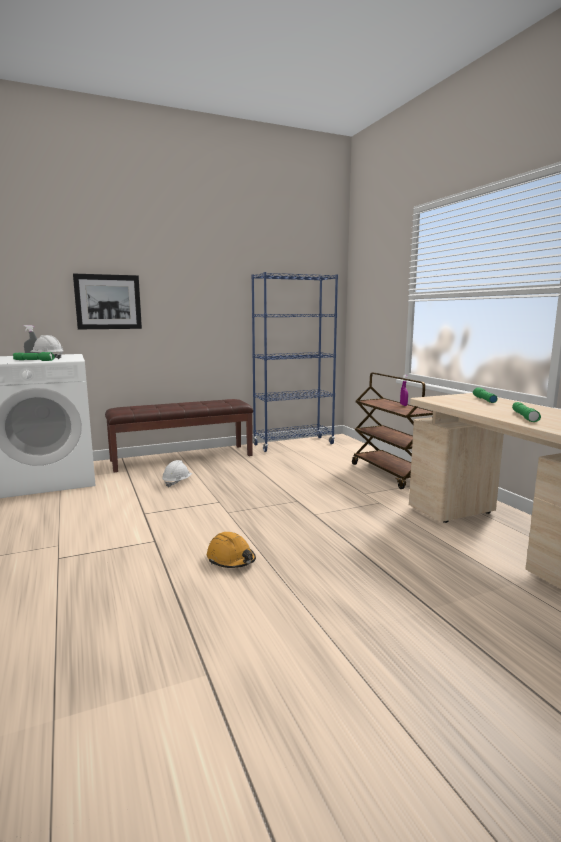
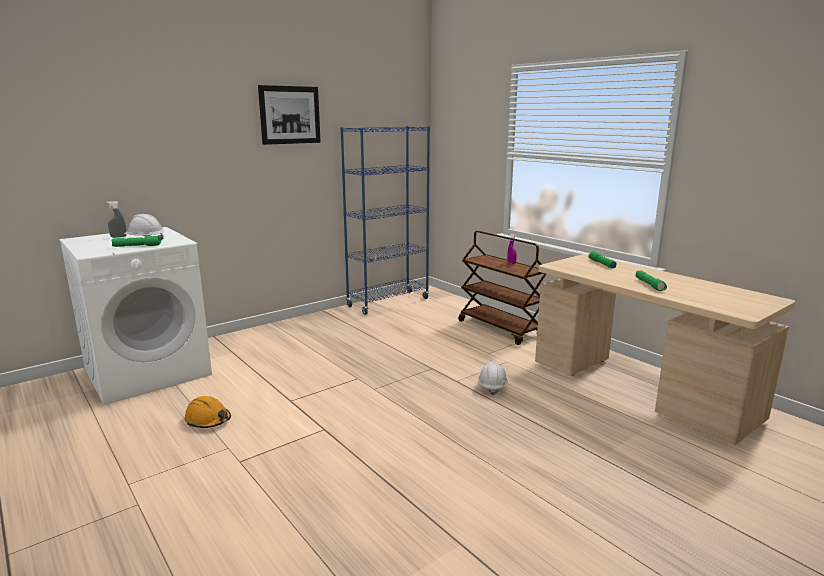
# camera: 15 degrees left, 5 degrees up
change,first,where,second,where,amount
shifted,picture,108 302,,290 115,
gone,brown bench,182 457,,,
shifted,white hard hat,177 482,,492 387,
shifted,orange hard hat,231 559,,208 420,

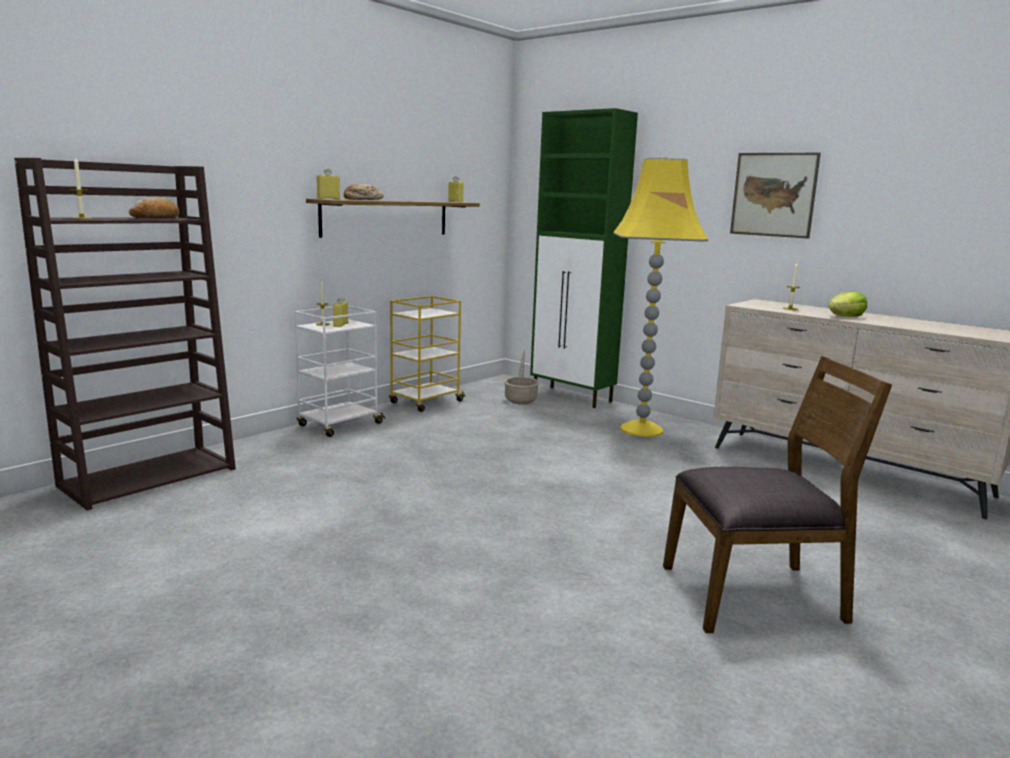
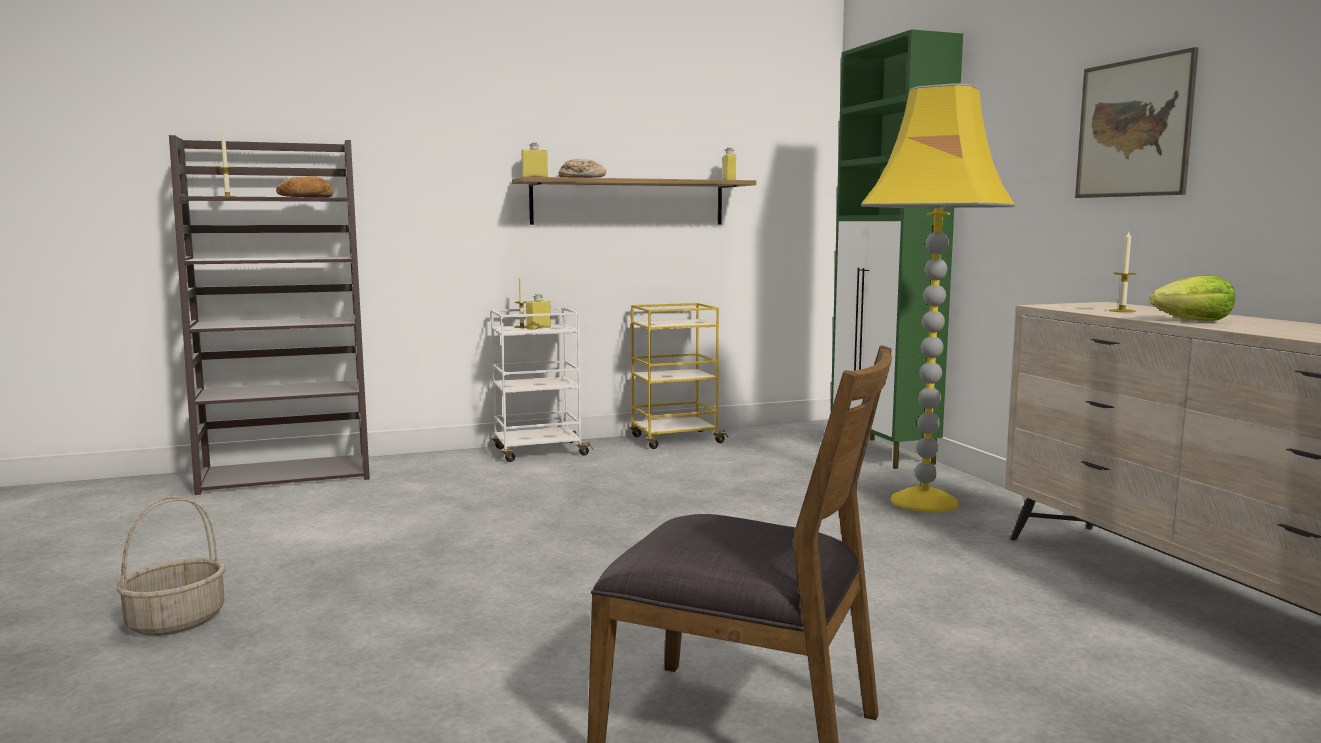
# camera: 30 degrees right, 5 degrees down
change,first,where,second,where,amount
shifted,basket,520 400,,177 621,

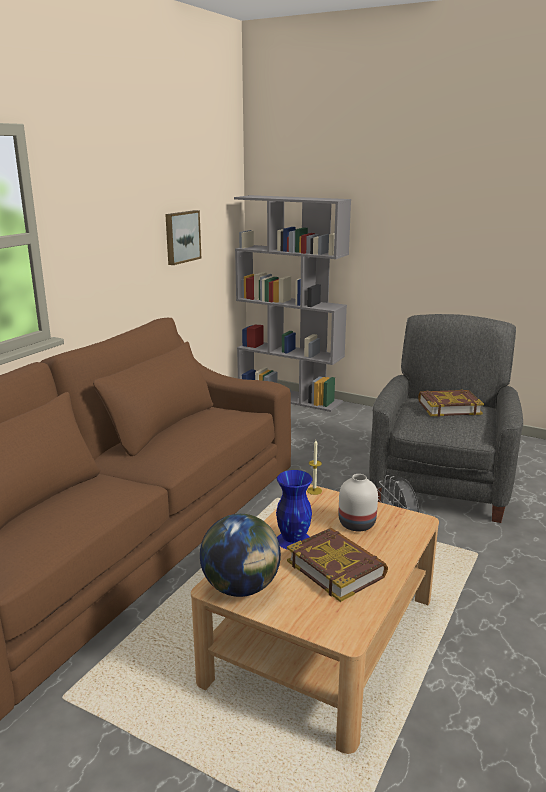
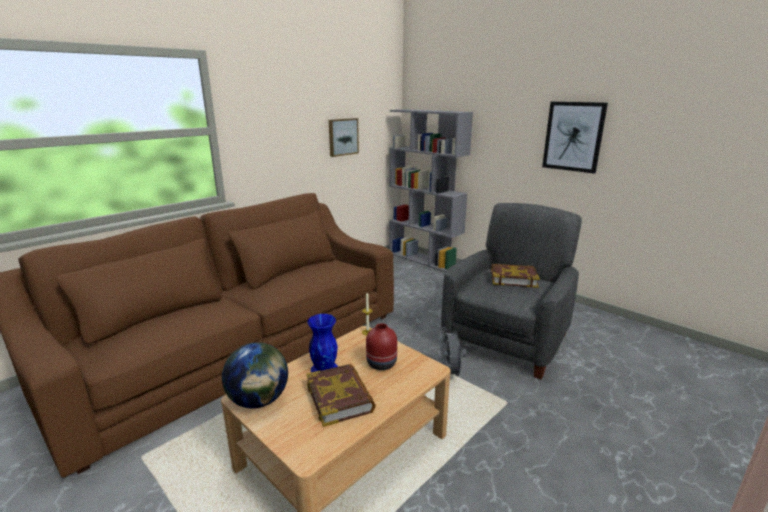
# camera: 15 degrees right, 0 degrees up
change,first,where,second,where,amount
repainted,white vase,357 524,red vase,381 364,
new,,,picture,573 136,

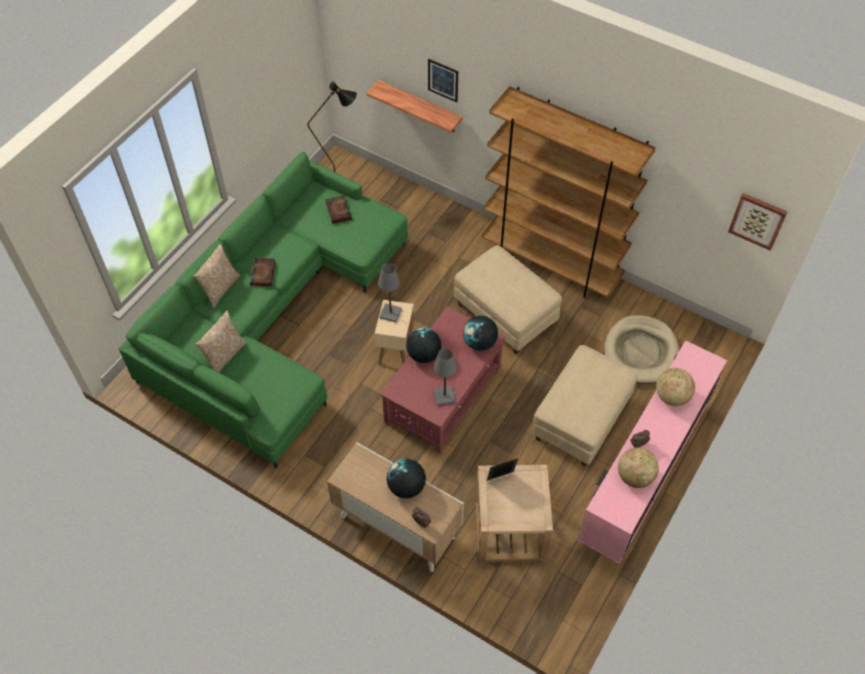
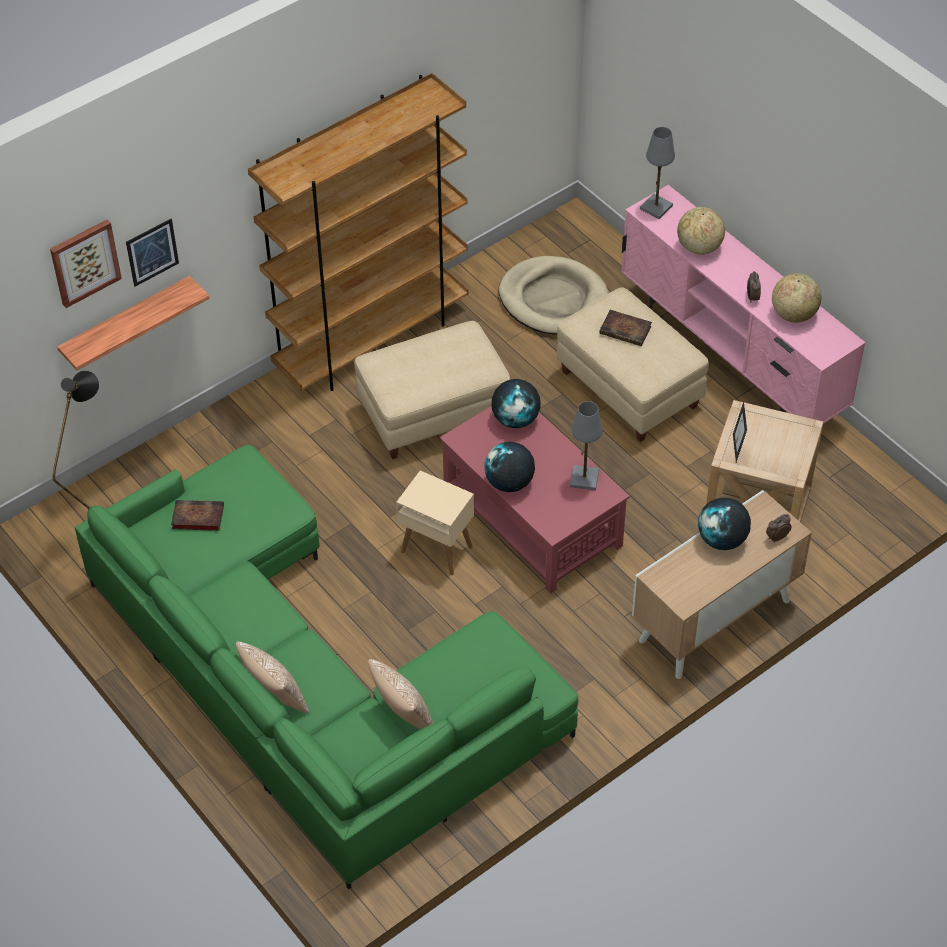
# camera: 70 degrees left, 5 degrees down
change,first,where,second,where,amount
shifted,picture,757 220,,84 262,
shifted,book,263 274,,626 330,
shifted,grey table lamp,390 313,,656 207,

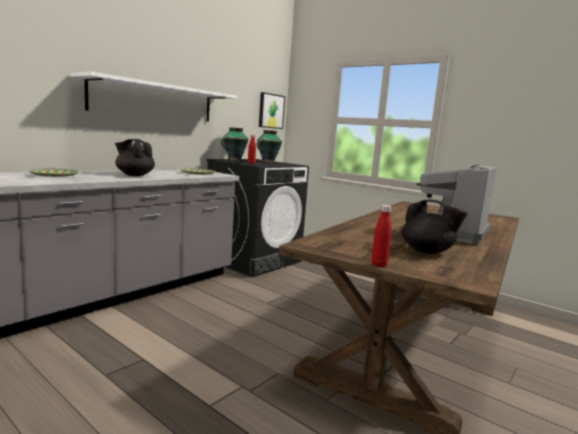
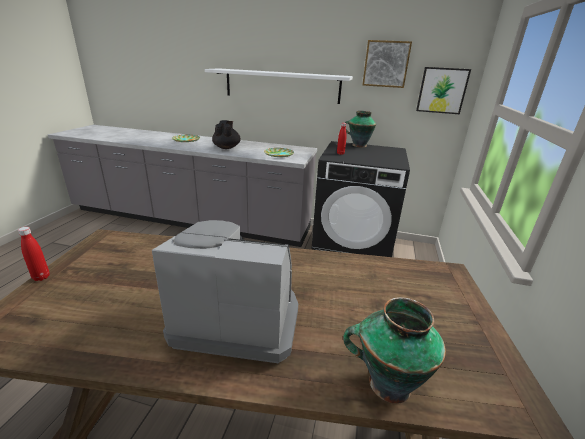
# camera: 65 degrees right, 15 degrees up
change,first,where,second,where,amount
shifted,vase,267 161,,387 383,
gone,black teapot,427 251,,,
new,,,picture,386 64,

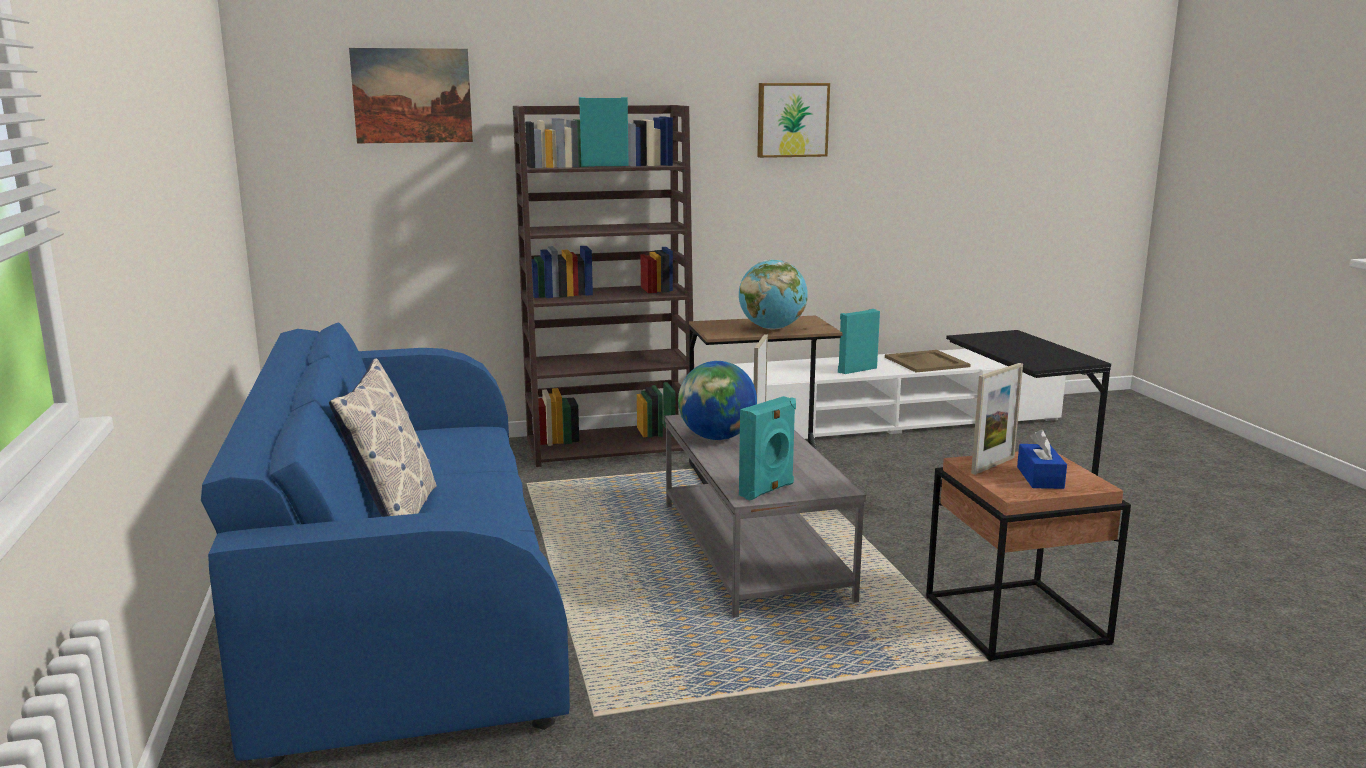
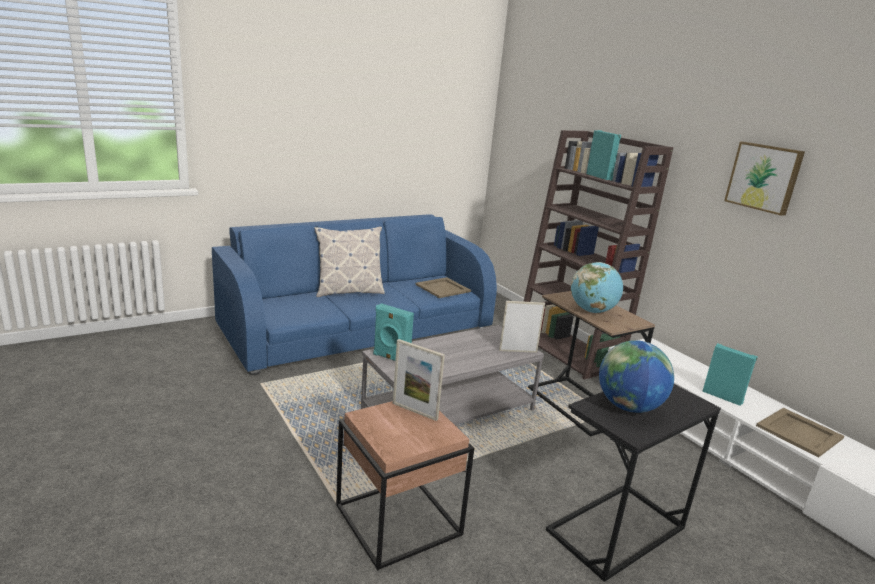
# camera: 70 degrees right, 5 degrees up
change,first,where,second,where,amount
gone,picture,412 96,,,
shifted,globe,717 438,,628 407,
gone,blue tissue box,1040 477,,,
new,,,beige tray,443 288,

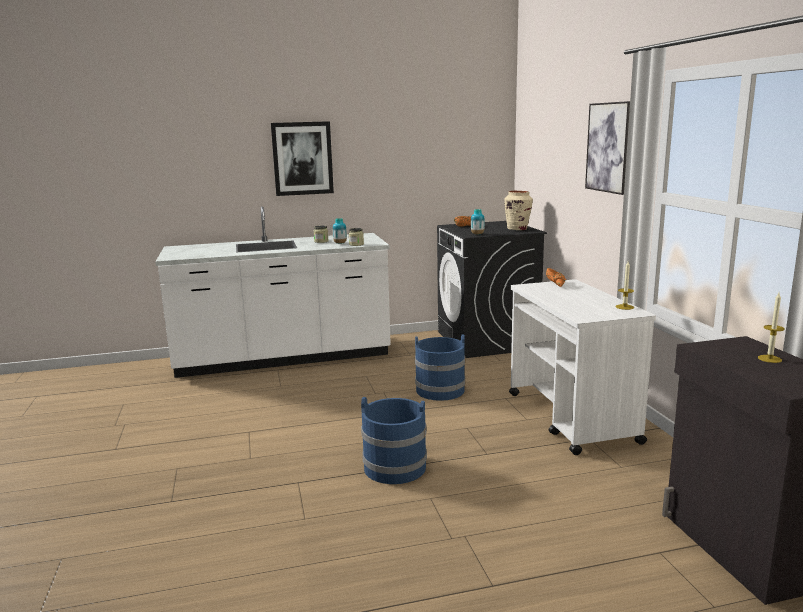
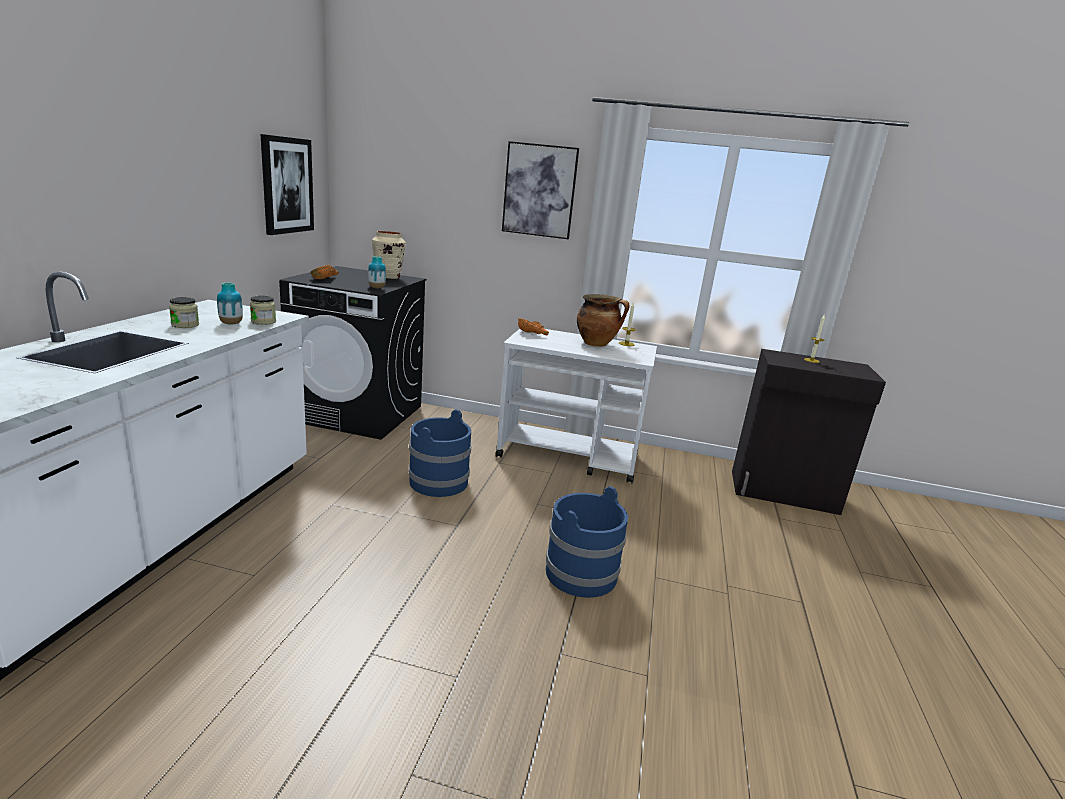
# camera: 65 degrees left, 5 degrees up
change,first,where,second,where,amount
shifted,picture,302 158,,287 185,
new,,,cooking pot,597 344,

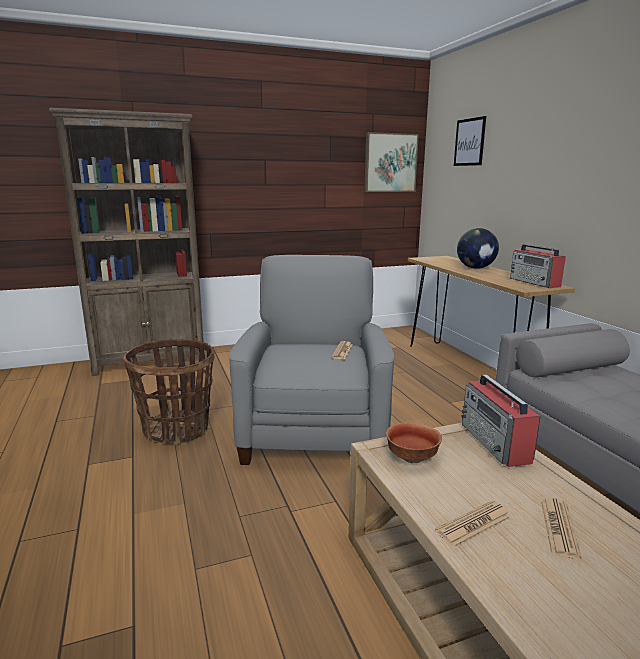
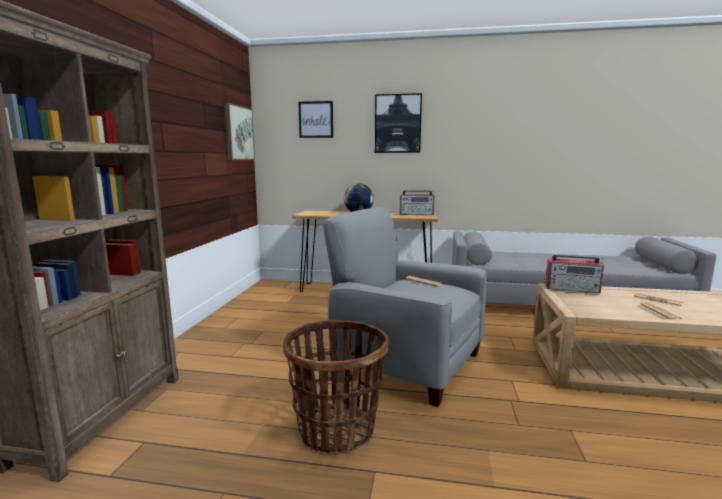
# camera: 60 degrees left, 5 degrees down
change,first,where,second,where,amount
gone,bowl,411 457,,,
new,,,picture,398 124,

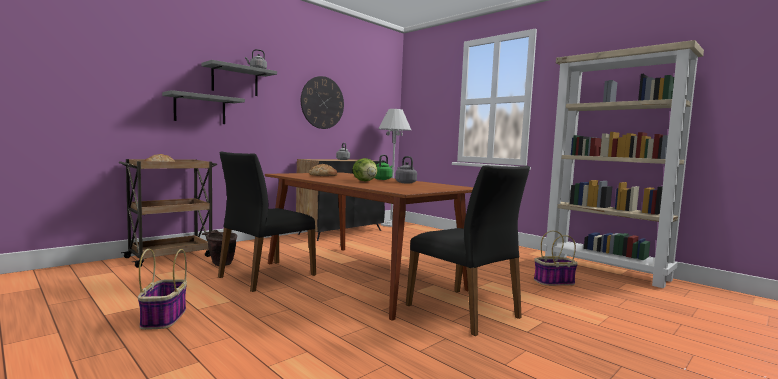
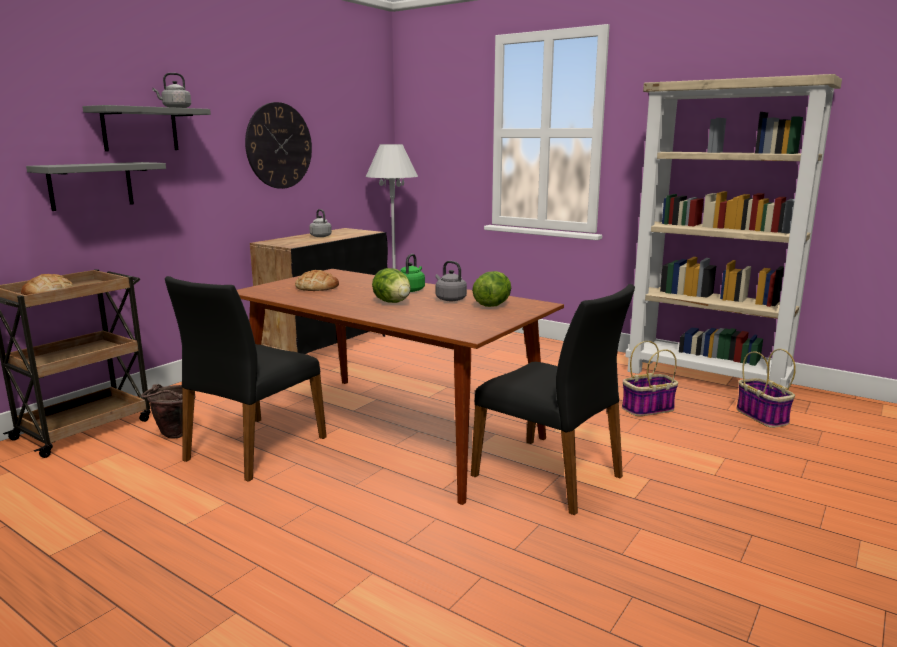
# camera: 10 degrees left, 10 degrees up
change,first,where,second,where,amount
shifted,basket,164 318,,763 416,
new,,,lettuce,492 305,

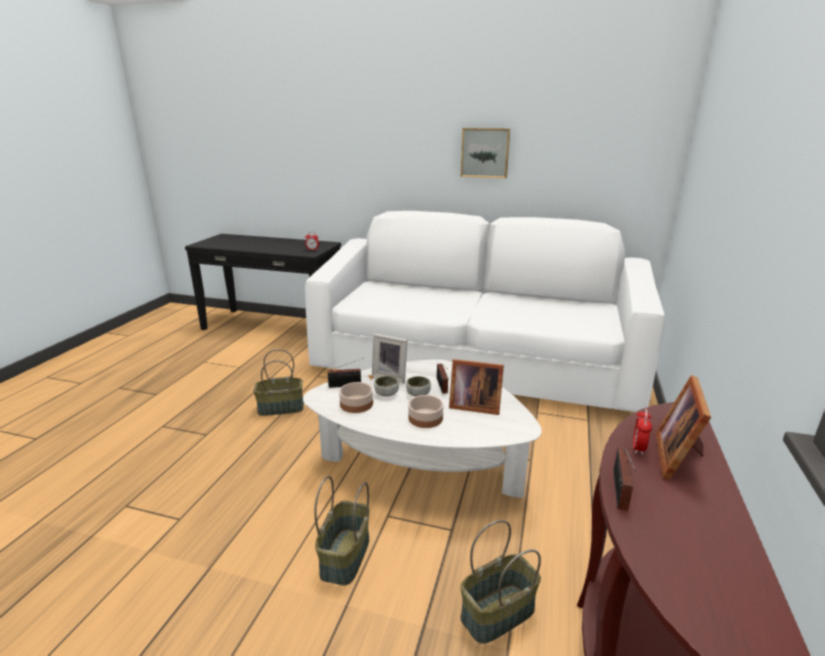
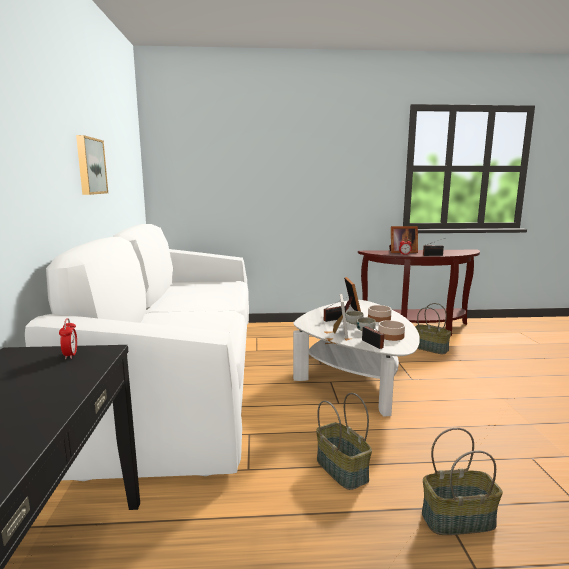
# camera: 110 degrees left, 10 degrees down
change,first,where,second,where,amount
shifted,basket,346 557,,458 519,

